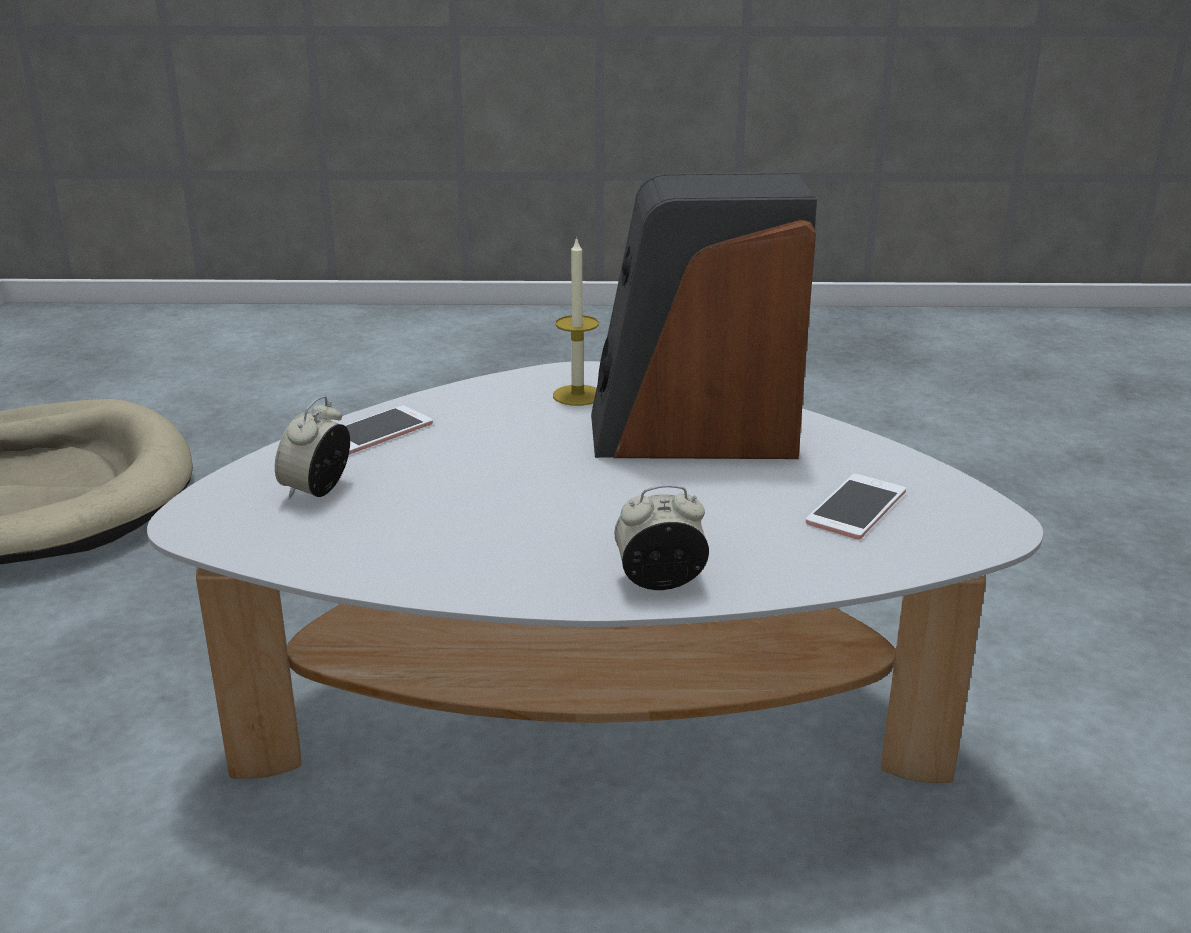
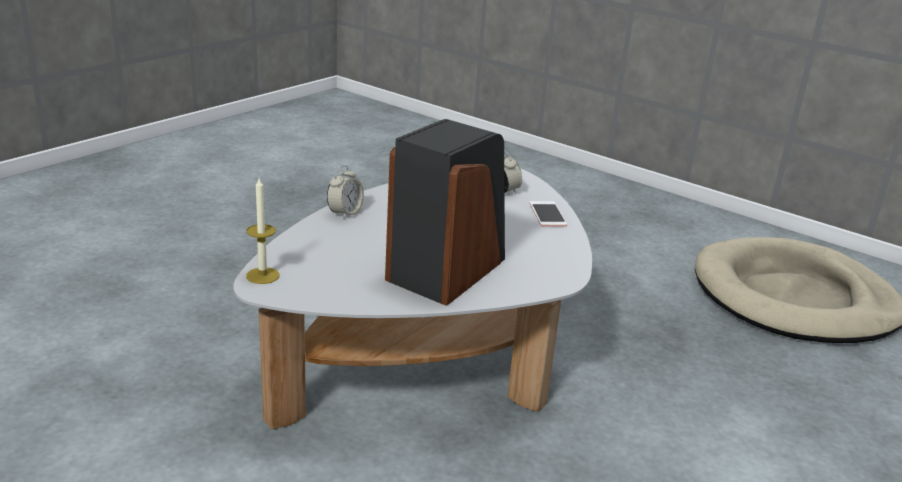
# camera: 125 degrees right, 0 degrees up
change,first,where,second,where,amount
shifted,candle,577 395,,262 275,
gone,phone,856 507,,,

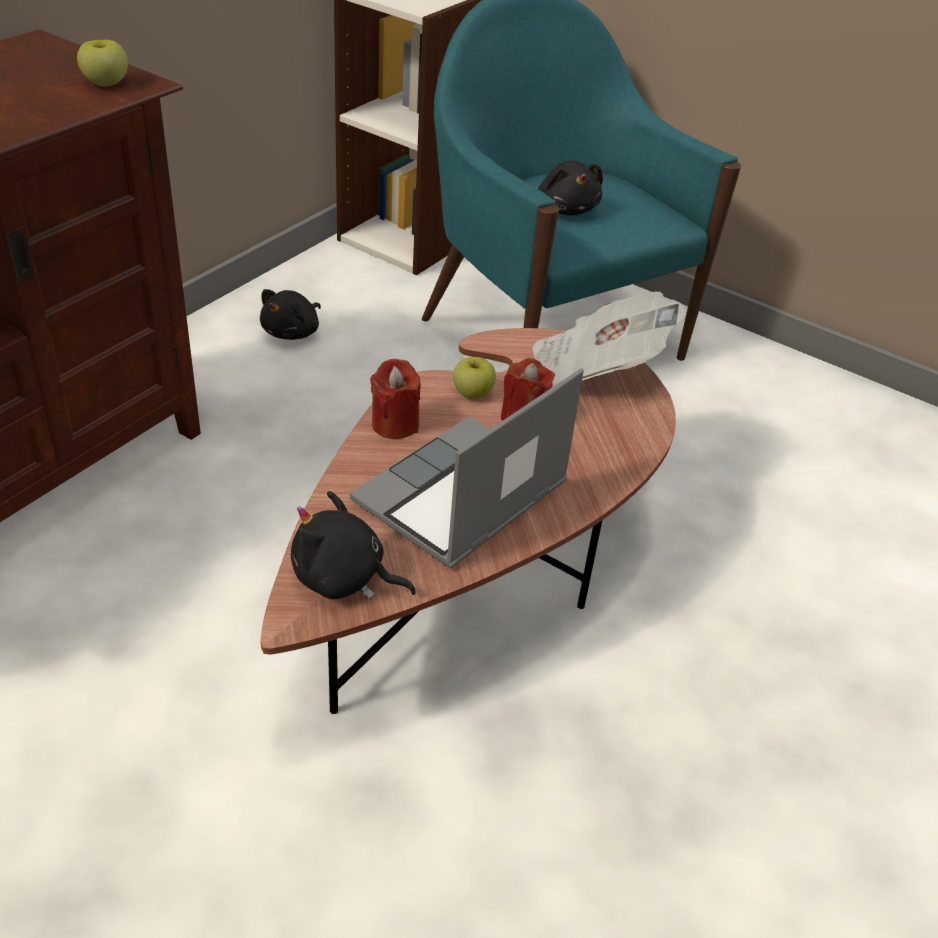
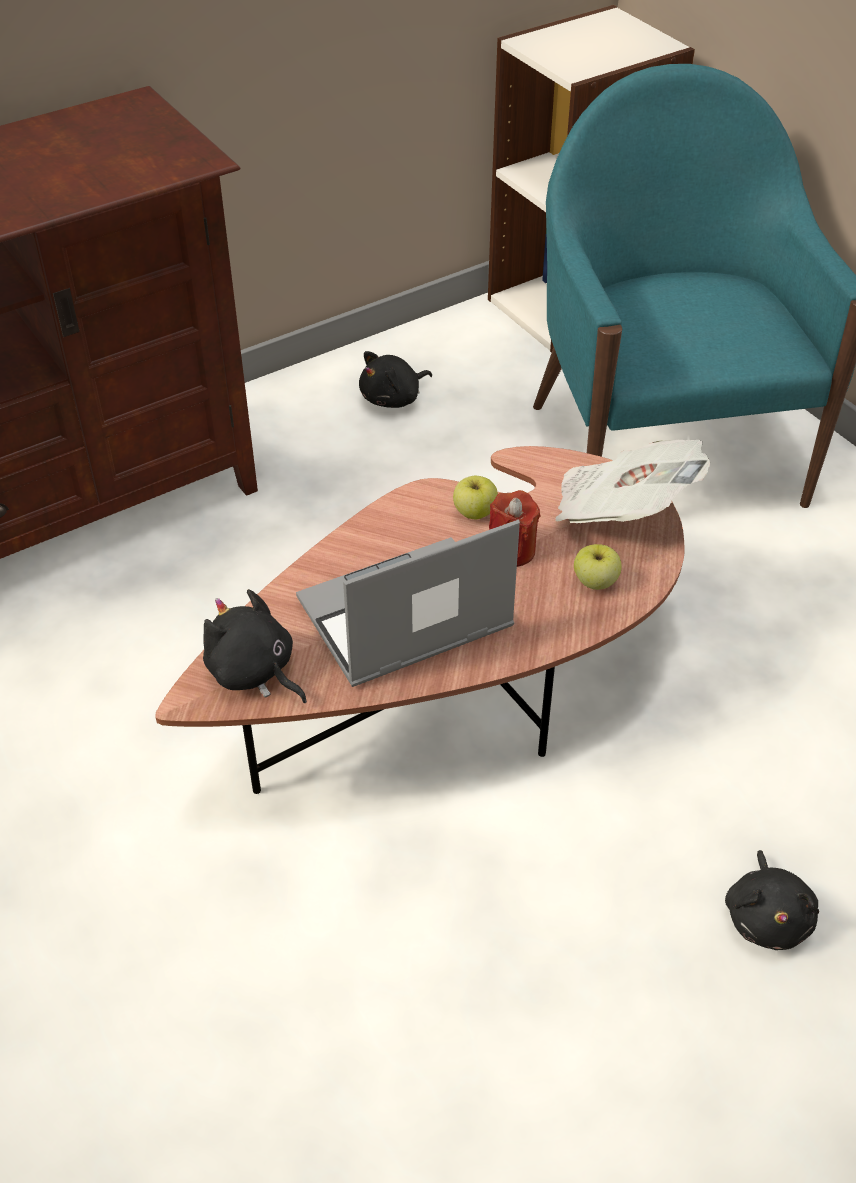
# camera: 25 degrees right, 5 degrees up
change,first,where,second,where,amount
shifted,apple,106 83,,595 582,
shifted,black plush toy,566 209,,767 917,
gone,red candle,395 424,,,

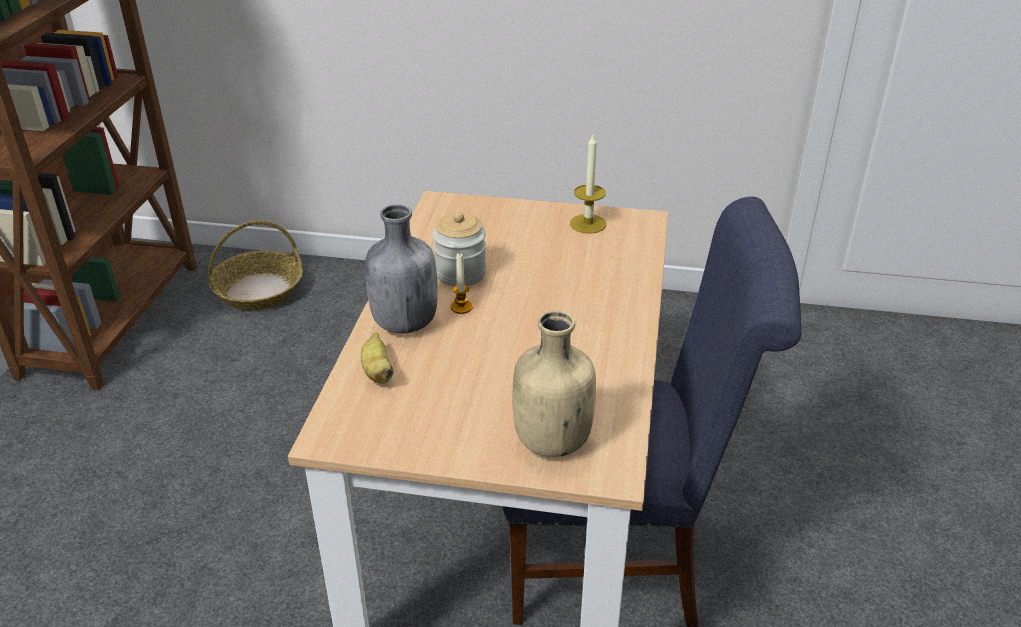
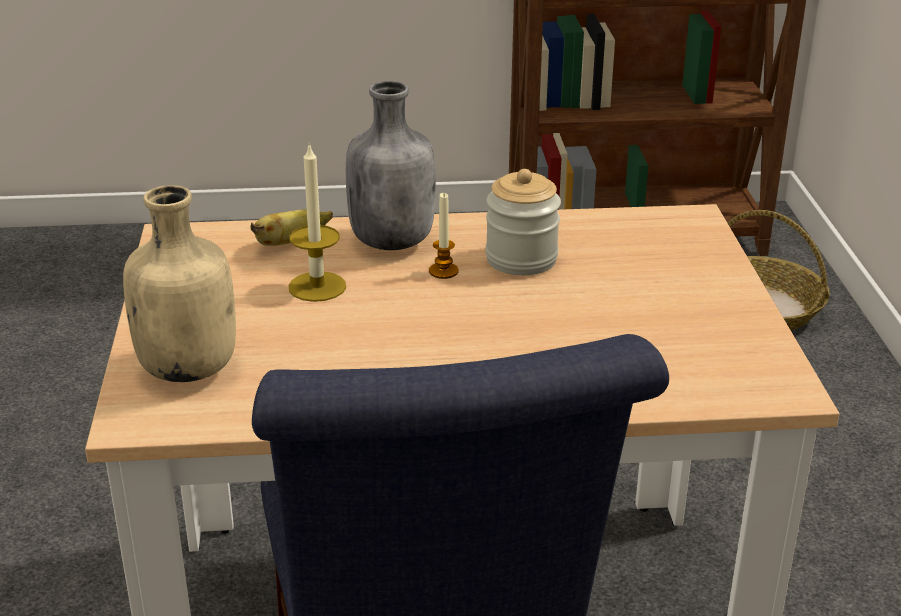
# camera: 75 degrees right, 5 degrees down
change,first,where,second,where,amount
shifted,candle,588 224,,317 286,

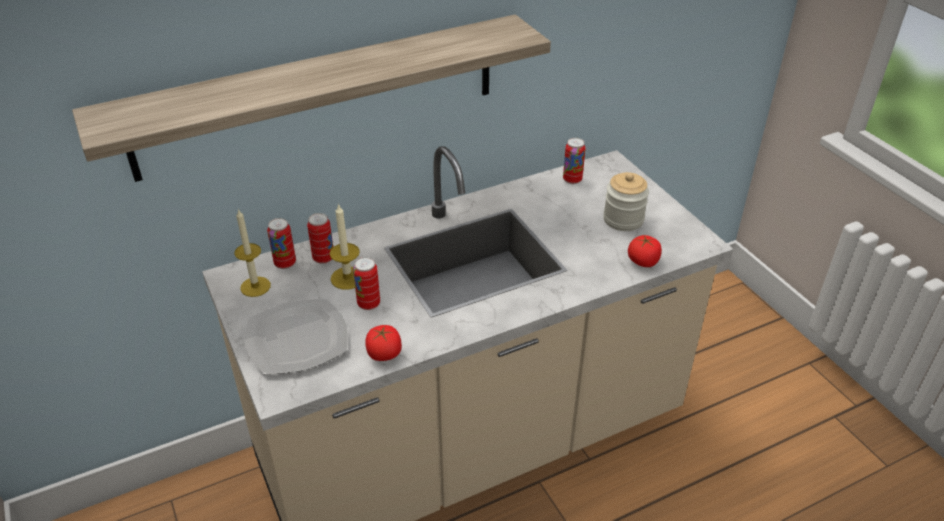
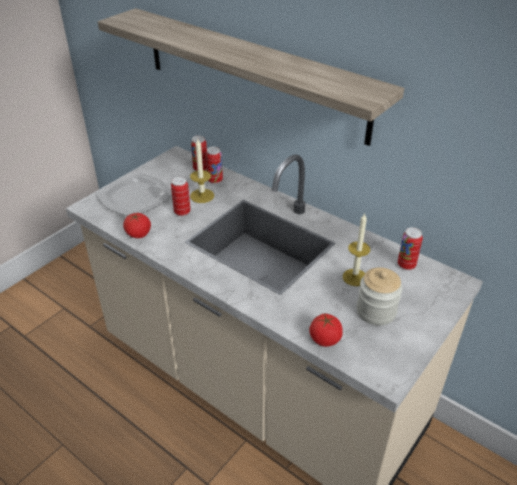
# camera: 65 degrees right, 0 degrees up
change,first,where,second,where,amount
shifted,candle,255 286,,355 277,

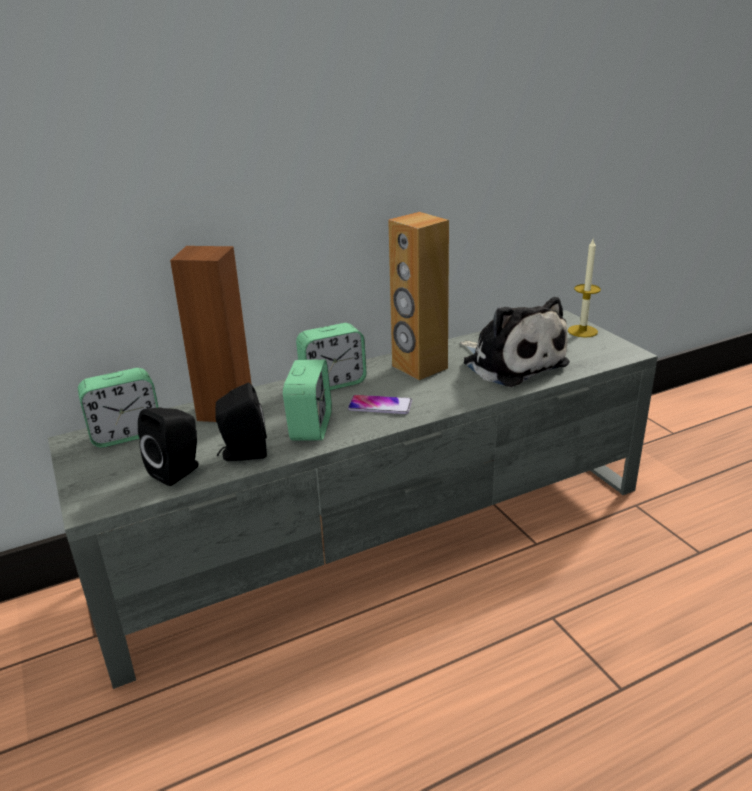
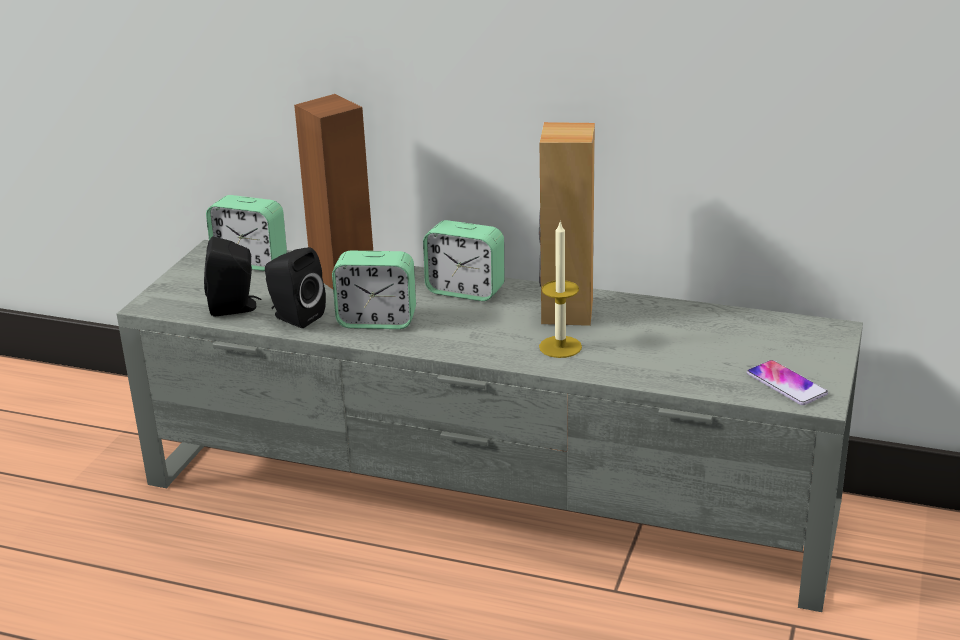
# camera: 45 degrees right, 0 degrees up
change,first,where,second,where,amount
shifted,candle,582 331,,560 347,
gone,plush toy,511 362,,,
rotated,alarm clock,311 427,,377 321,45 degrees clockwise
shifted,phone,380 405,,786 384,

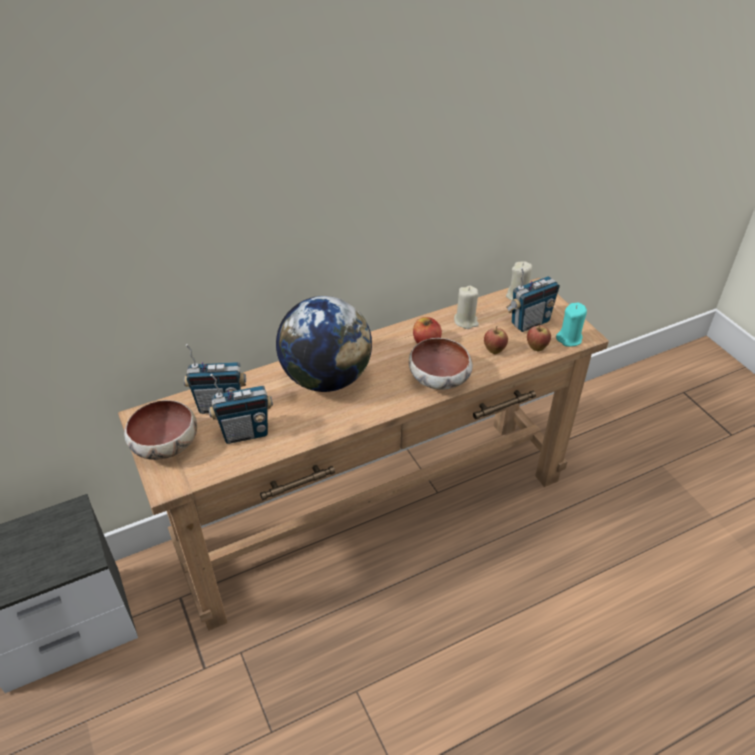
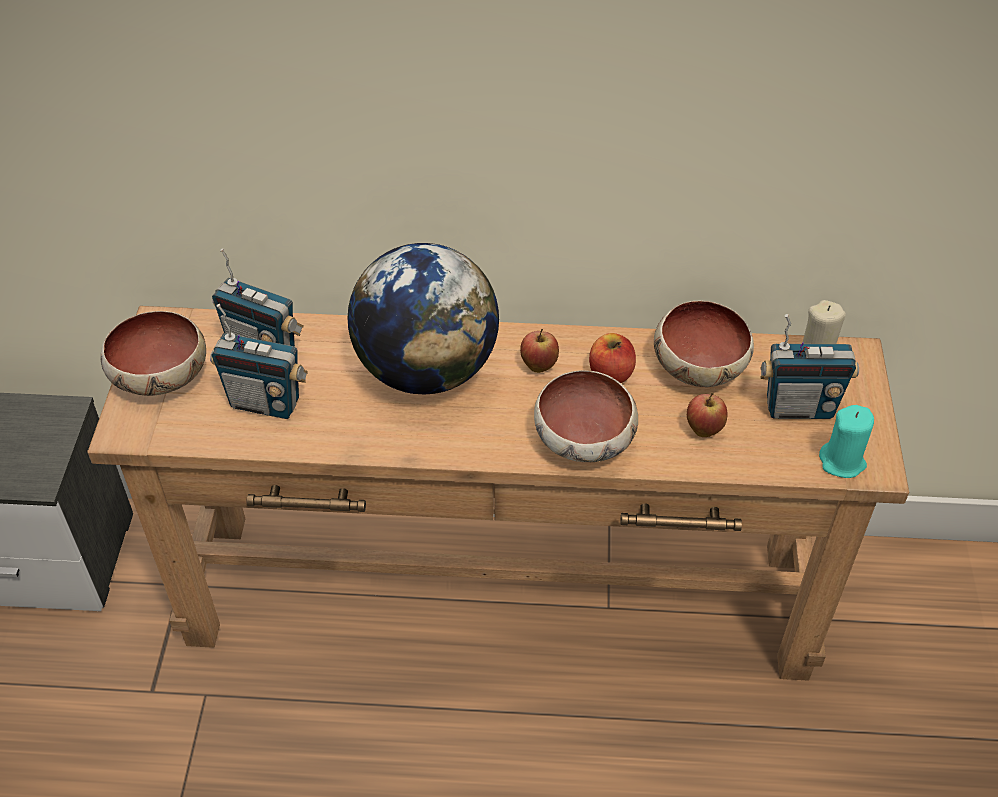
# camera: 30 degrees right, 5 degrees up
change,first,where,second,where,amount
swapped,beige candle,466 321,bowl,698 365,
shifted,apple,536 348,,538 366,

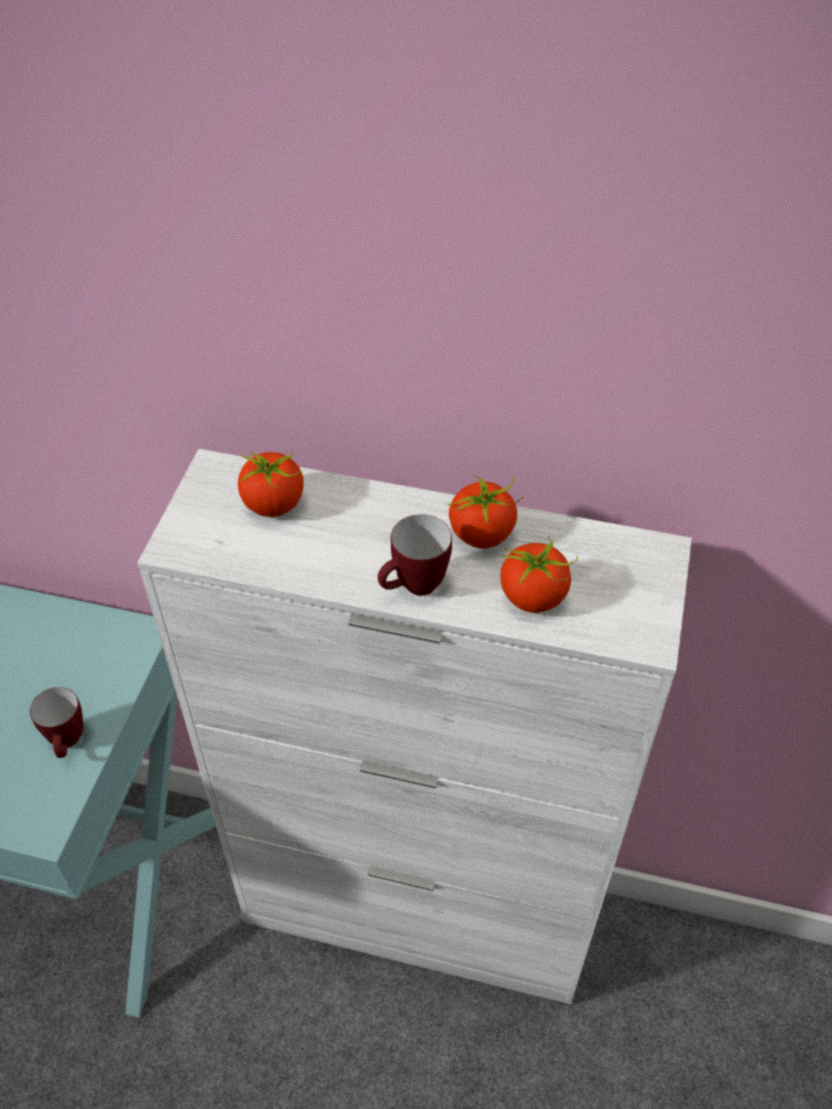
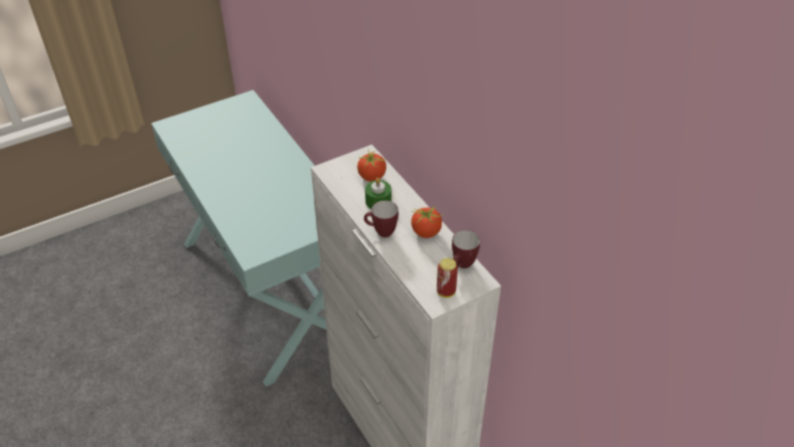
# camera: 45 degrees right, 5 degrees down
change,first,where,second,where,amount
gone,tomato,534 597,,,
shifted,mug,68 743,,462 266,
new,,,green candle,378 201,
new,,,can,446 292,

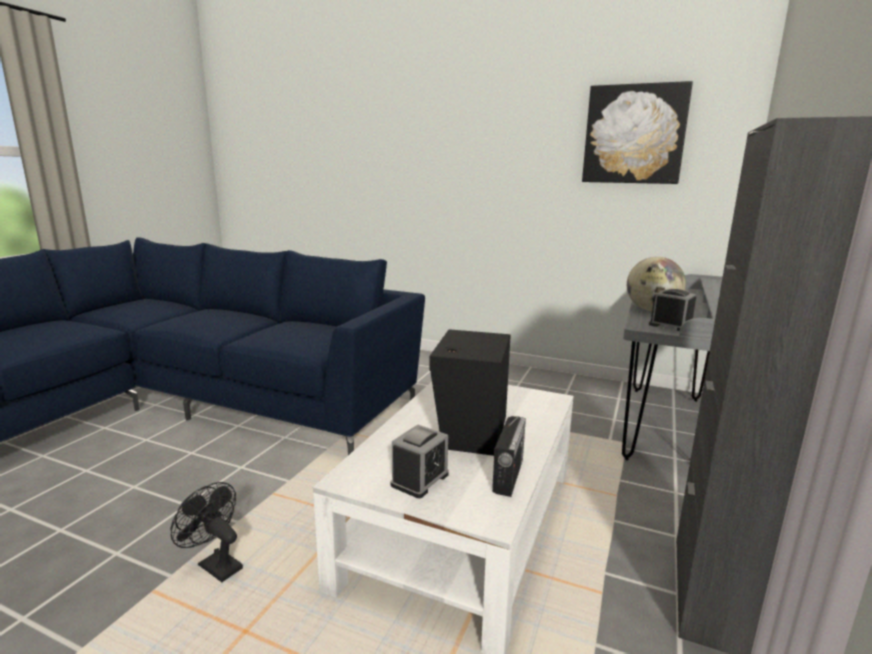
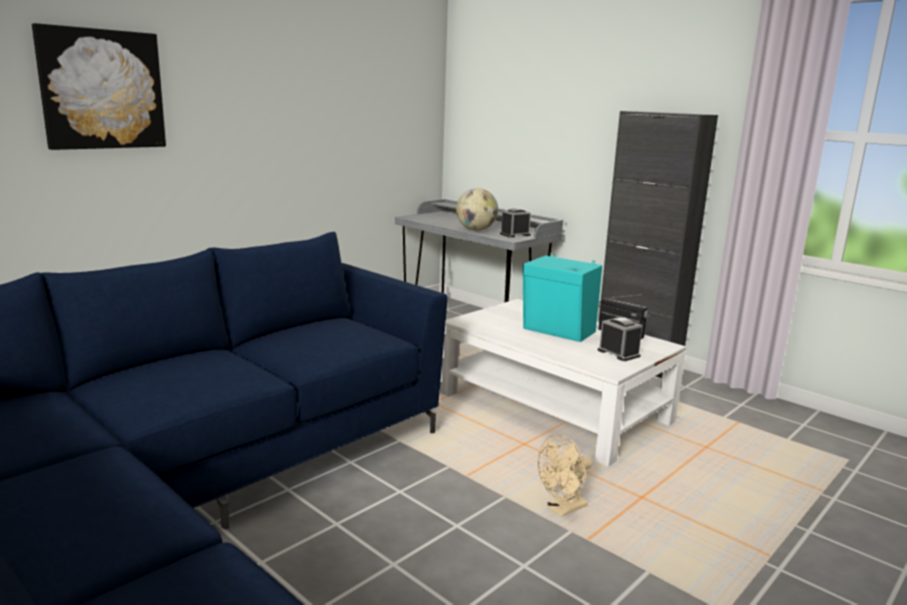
# camera: 70 degrees left, 0 degrees up
change,first,where,second,where,amount
shifted,picture,634 134,,102 89,
repainted,black speaker,470 432,turquoise speaker,558 331,
repainted,black fan,215 565,beige fan,562 509,

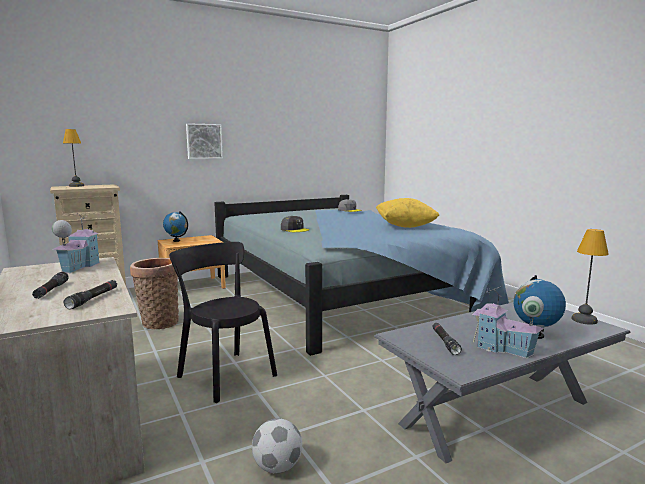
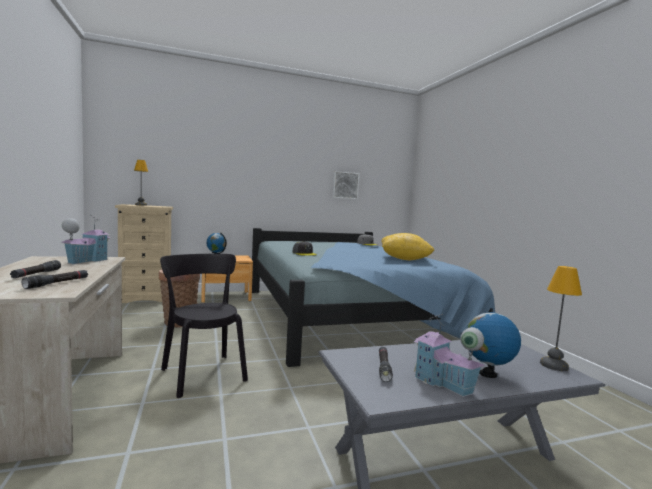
# camera: 10 degrees right, 5 degrees down
change,first,where,second,where,amount
shifted,picture,204 141,,345 185,
gone,football,277 467,,,

